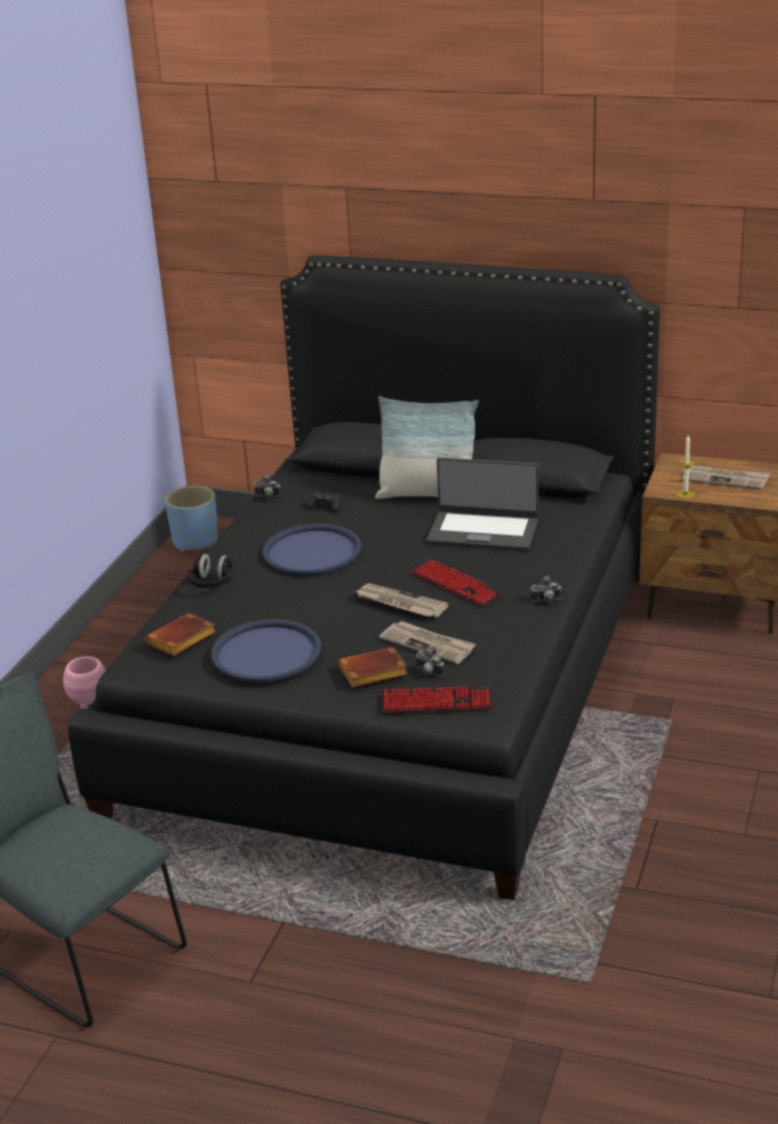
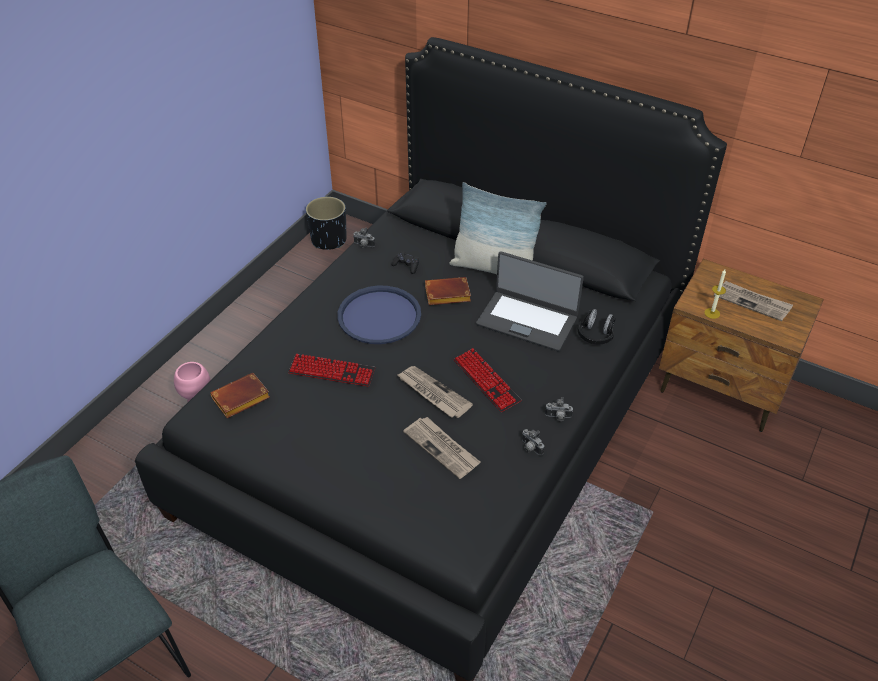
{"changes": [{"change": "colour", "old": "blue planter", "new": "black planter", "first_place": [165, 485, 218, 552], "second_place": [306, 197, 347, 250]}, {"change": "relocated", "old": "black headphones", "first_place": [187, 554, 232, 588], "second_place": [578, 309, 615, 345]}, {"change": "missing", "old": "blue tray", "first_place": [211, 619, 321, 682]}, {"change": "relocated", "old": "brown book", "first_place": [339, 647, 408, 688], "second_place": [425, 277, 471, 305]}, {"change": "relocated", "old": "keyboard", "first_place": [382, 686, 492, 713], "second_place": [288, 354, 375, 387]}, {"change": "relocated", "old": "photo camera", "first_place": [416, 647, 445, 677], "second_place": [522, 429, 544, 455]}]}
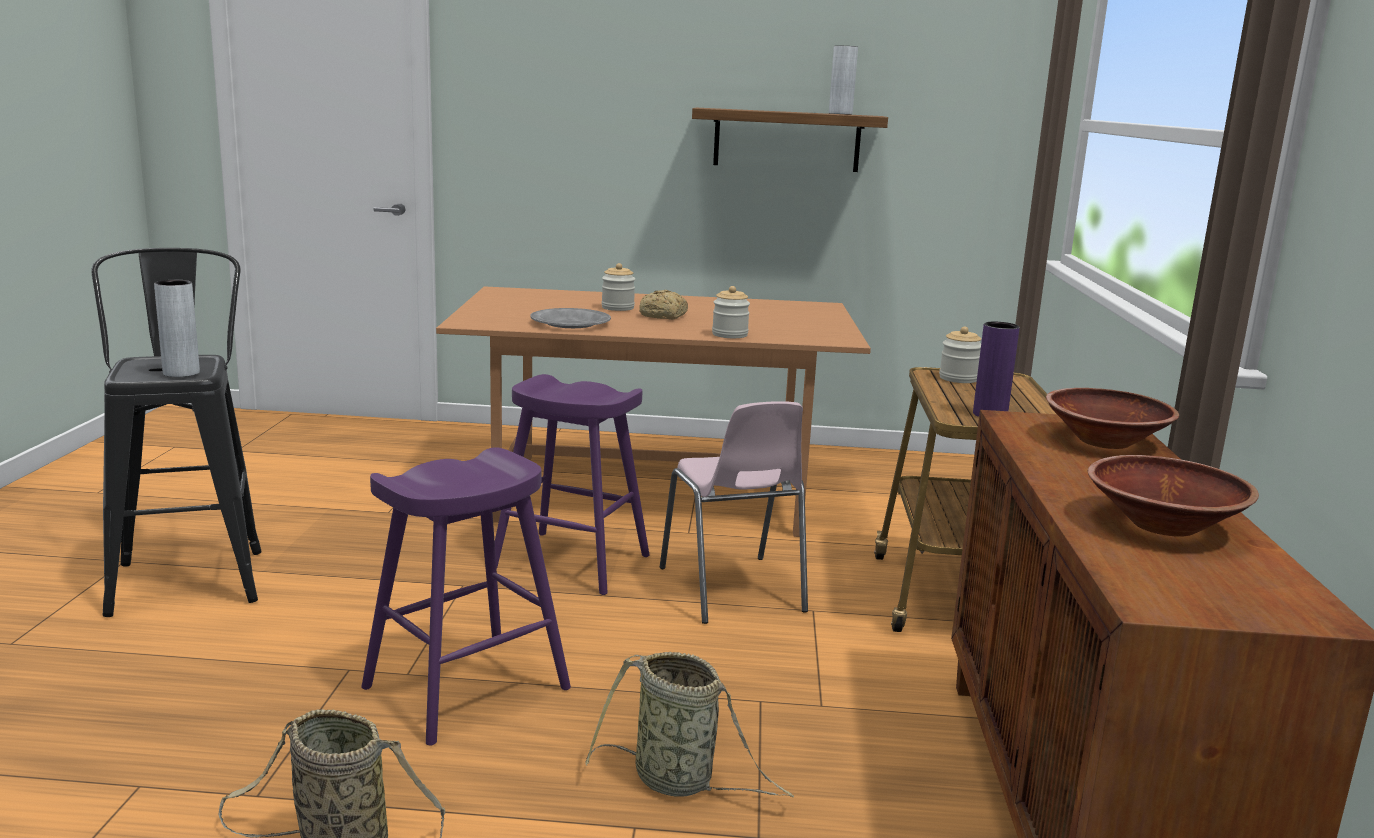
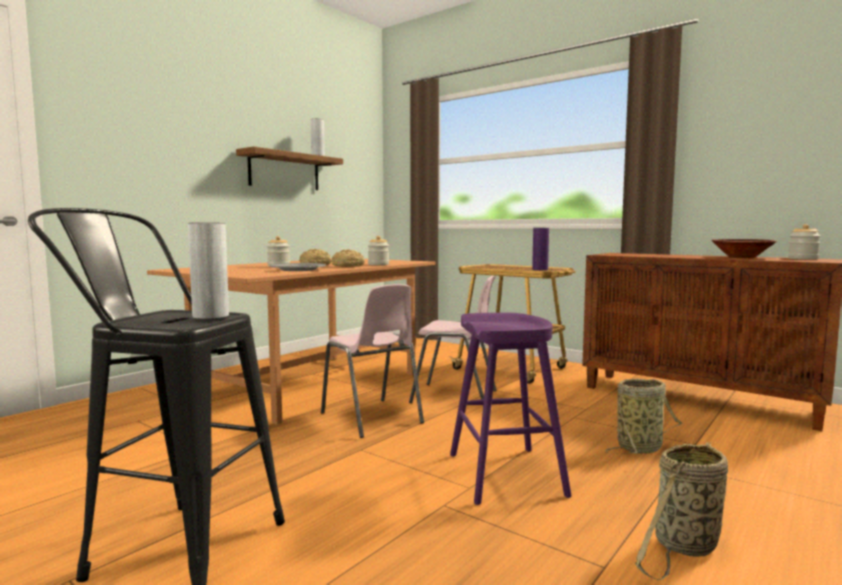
{"changes": [{"change": "exchanged", "old": "purple stool", "new": "pink chair", "first_place": [495, 374, 650, 595], "second_place": [321, 284, 424, 438]}, {"change": "relocated", "old": "jar", "first_place": [939, 327, 981, 383], "second_place": [788, 224, 821, 260]}, {"change": "missing", "old": "brown bowl", "first_place": [1046, 388, 1179, 449]}, {"change": "appeared", "new": "bread", "second_place": [331, 249, 365, 267]}]}
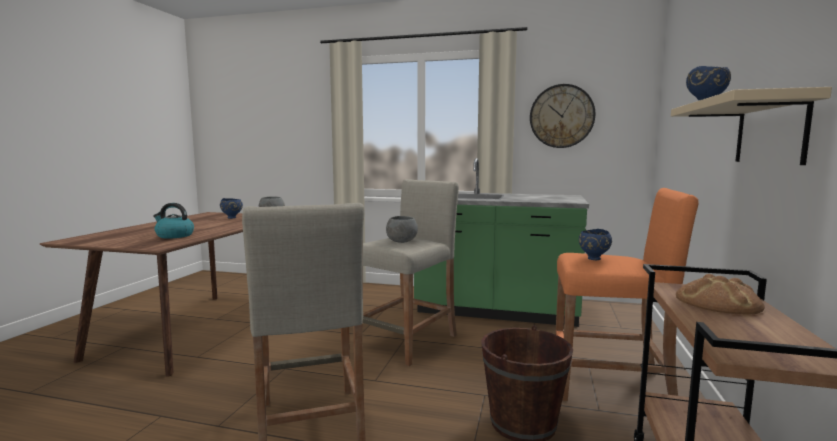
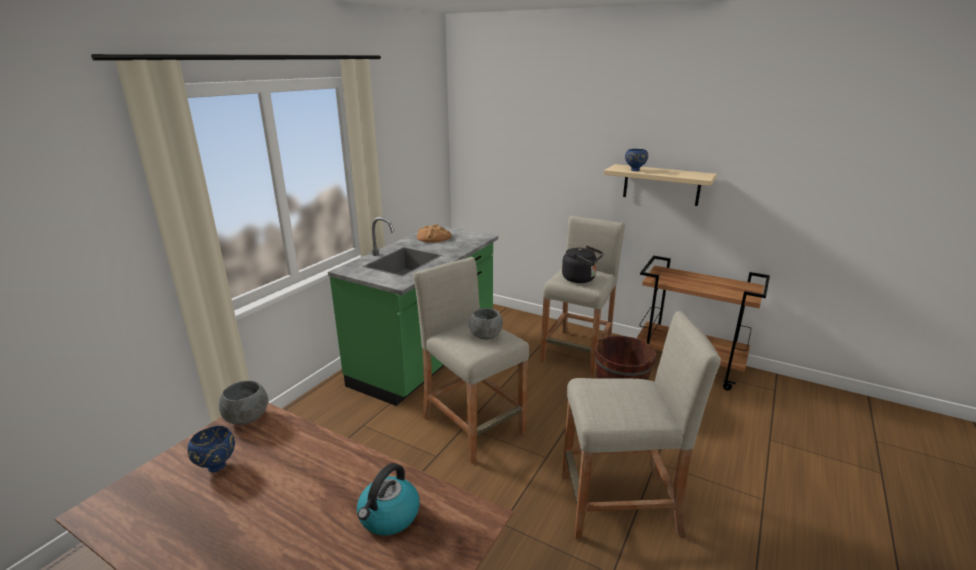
{"changes": [{"change": "missing", "old": "wall clock", "first_place": [530, 84, 595, 148]}, {"change": "colour", "old": "orange stool", "new": "beige stool", "first_place": [555, 188, 698, 401], "second_place": [540, 216, 625, 375]}, {"change": "exchanged", "old": "blue bowl", "new": "black kettle", "first_place": [579, 229, 612, 260], "second_place": [562, 246, 604, 283]}, {"change": "relocated", "old": "bread", "first_place": [676, 274, 765, 315], "second_place": [417, 224, 452, 242]}]}
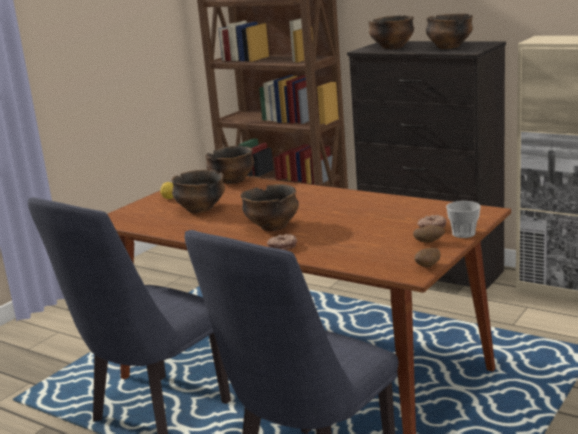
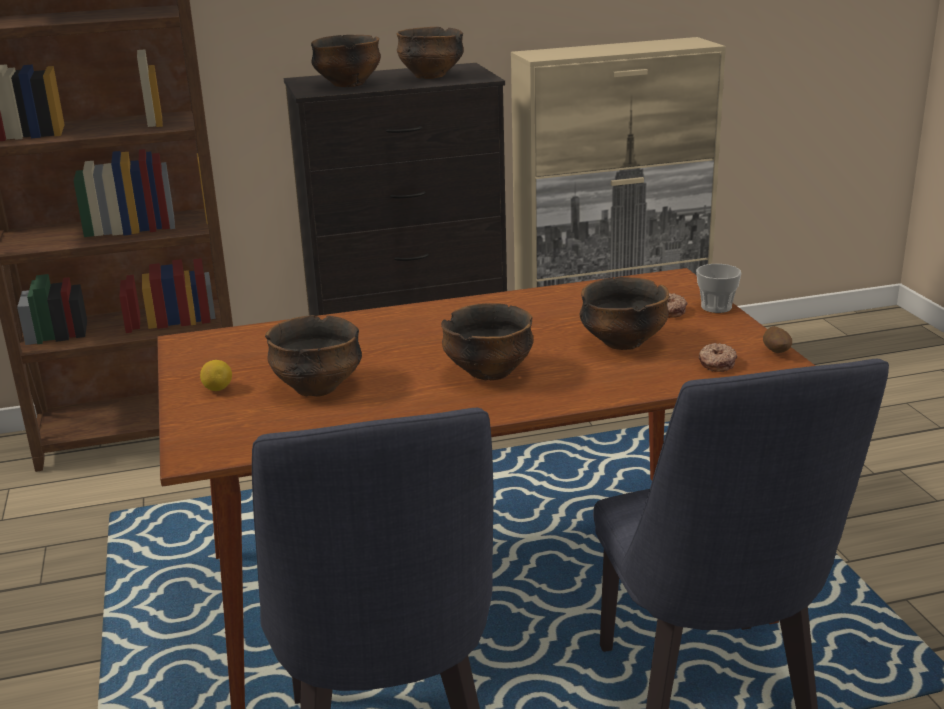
{"changes": [{"change": "relocated", "old": "bowl", "first_place": [205, 146, 254, 184], "second_place": [580, 277, 669, 350]}, {"change": "relocated", "old": "donut", "first_place": [267, 234, 297, 250], "second_place": [699, 343, 737, 372]}, {"change": "missing", "old": "potato", "first_place": [413, 225, 445, 242]}]}
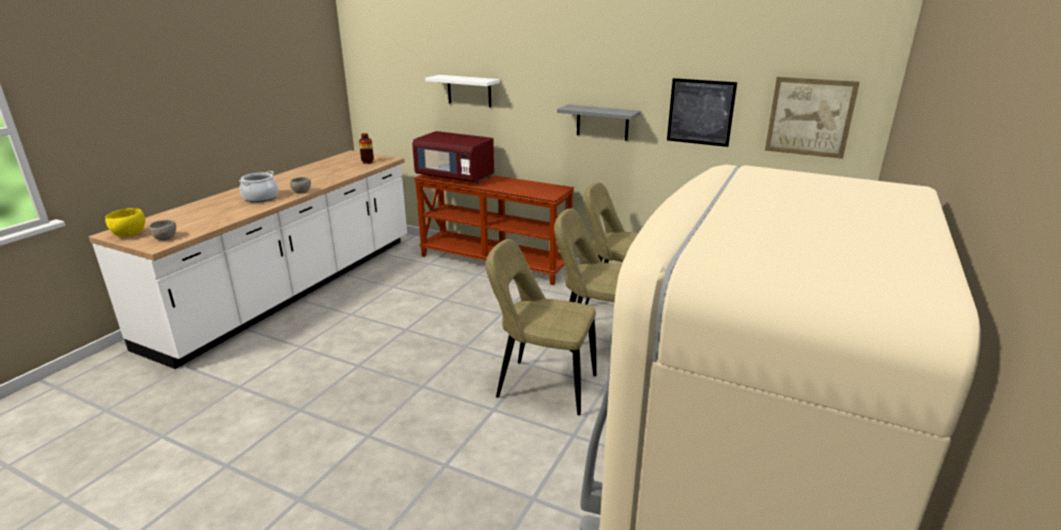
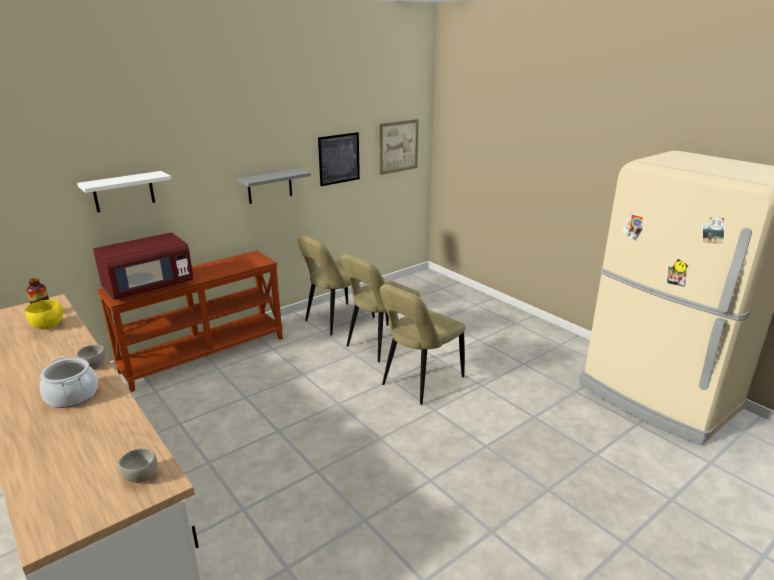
{"changes": [{"change": "relocated", "old": "yellow bowl", "first_place": [105, 208, 145, 237], "second_place": [25, 300, 63, 329]}]}
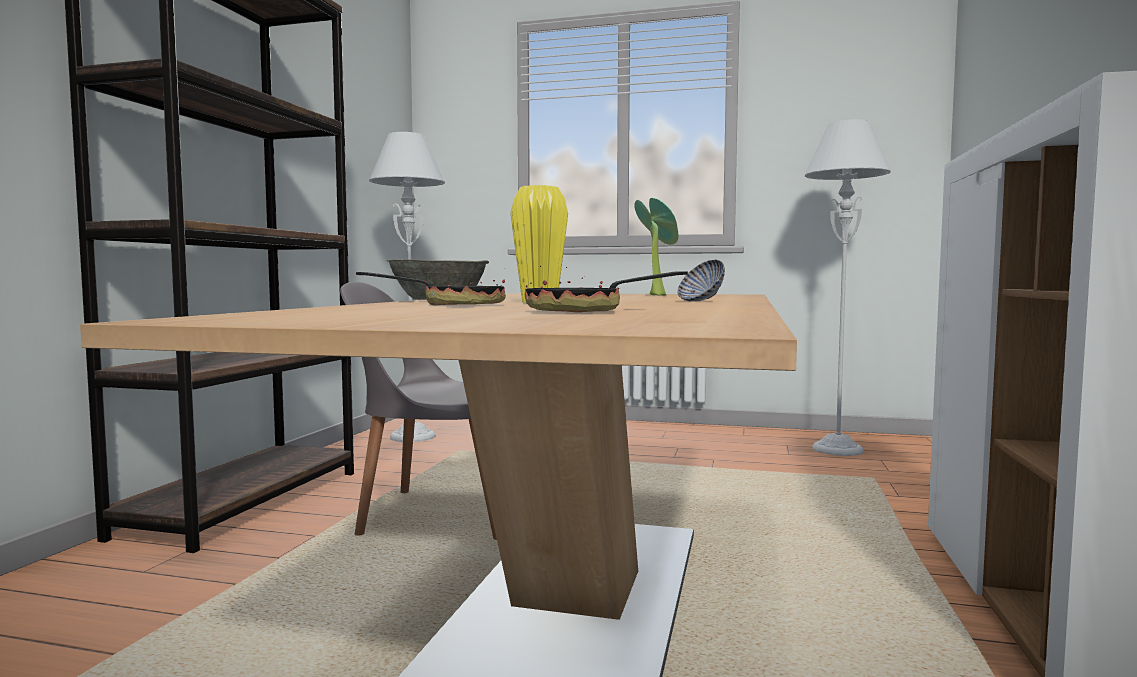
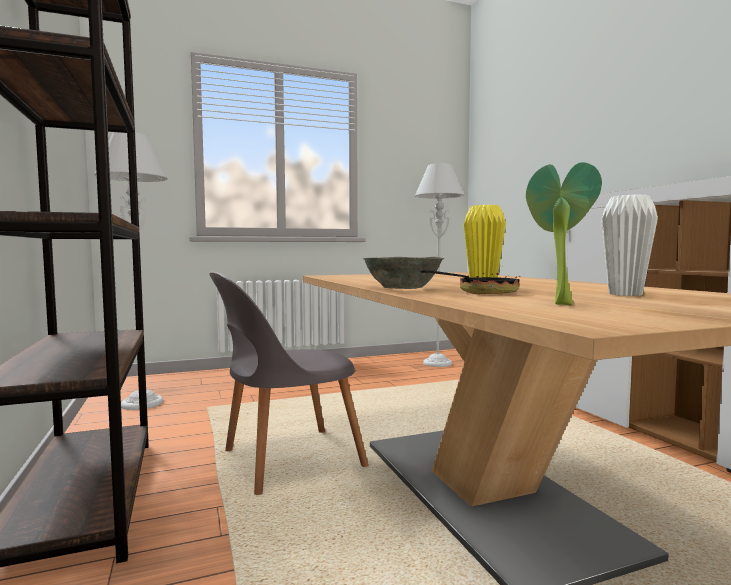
{"changes": [{"change": "exchanged", "old": "frying pan", "new": "white vase", "first_place": [525, 266, 688, 312], "second_place": [601, 194, 658, 296]}, {"change": "relocated", "old": "potted plant", "first_place": [634, 198, 678, 296], "second_place": [526, 162, 602, 305]}, {"change": "missing", "old": "bowl", "first_place": [677, 260, 725, 302]}]}
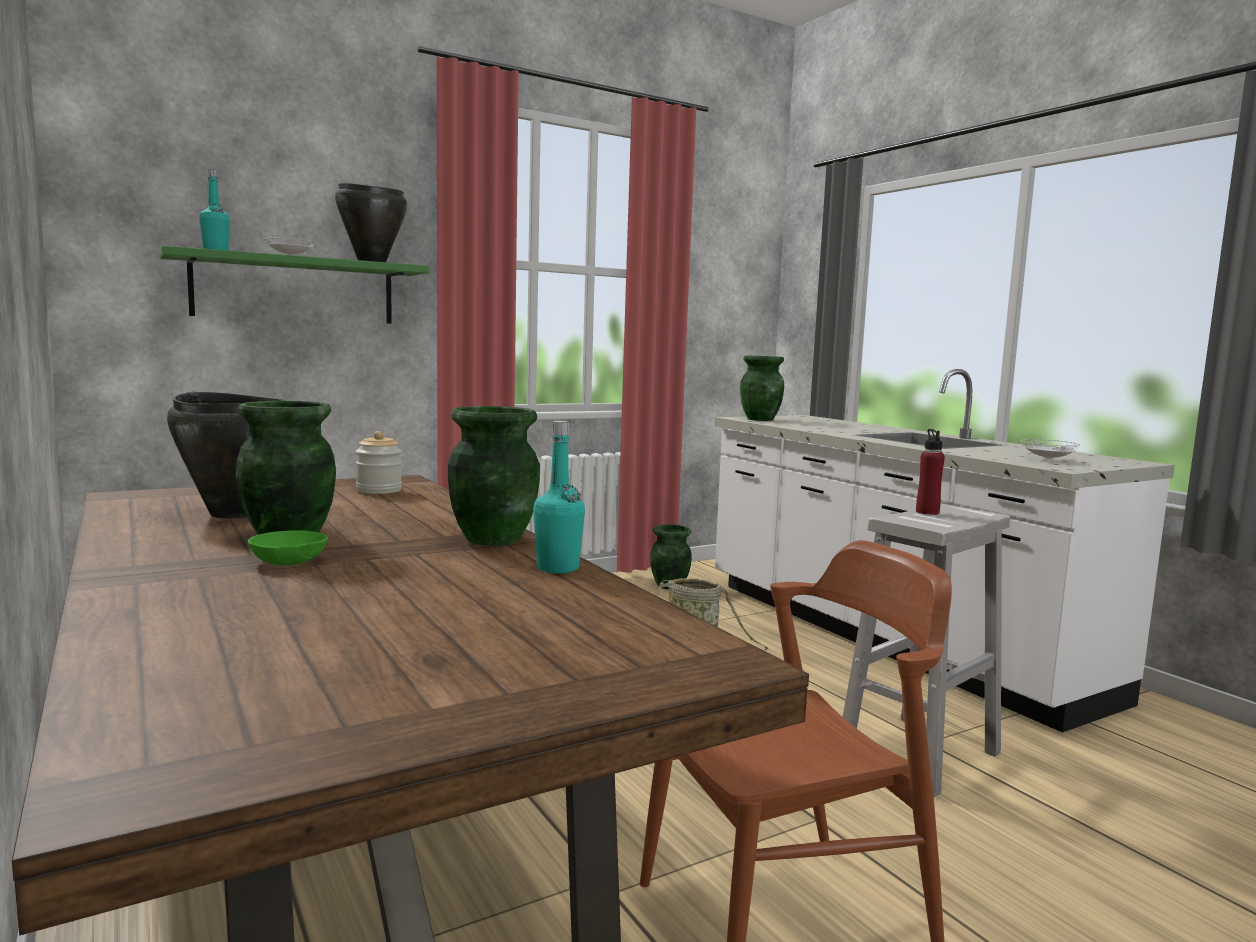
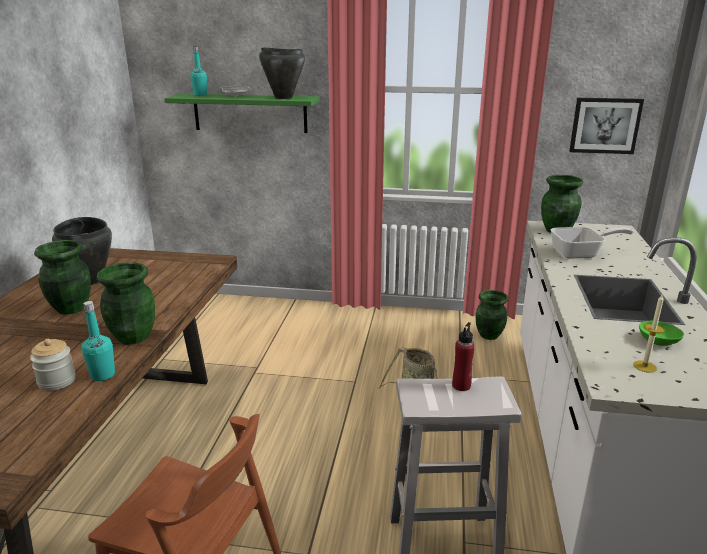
{"changes": [{"change": "relocated", "old": "green bowl", "first_place": [248, 530, 328, 565], "second_place": [639, 321, 684, 346]}, {"change": "relocated", "old": "jar", "first_place": [356, 431, 402, 494], "second_place": [30, 339, 76, 391]}, {"change": "exchanged", "old": "white plate", "new": "candle", "first_place": [1021, 439, 1080, 460], "second_place": [633, 295, 664, 373]}, {"change": "appeared", "new": "frying pan", "second_place": [551, 227, 634, 259]}, {"change": "appeared", "new": "picture", "second_place": [569, 98, 644, 154]}]}
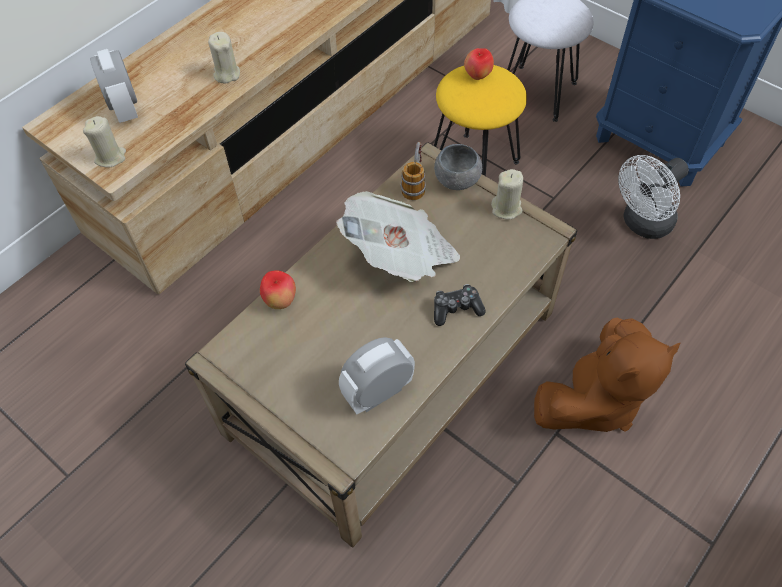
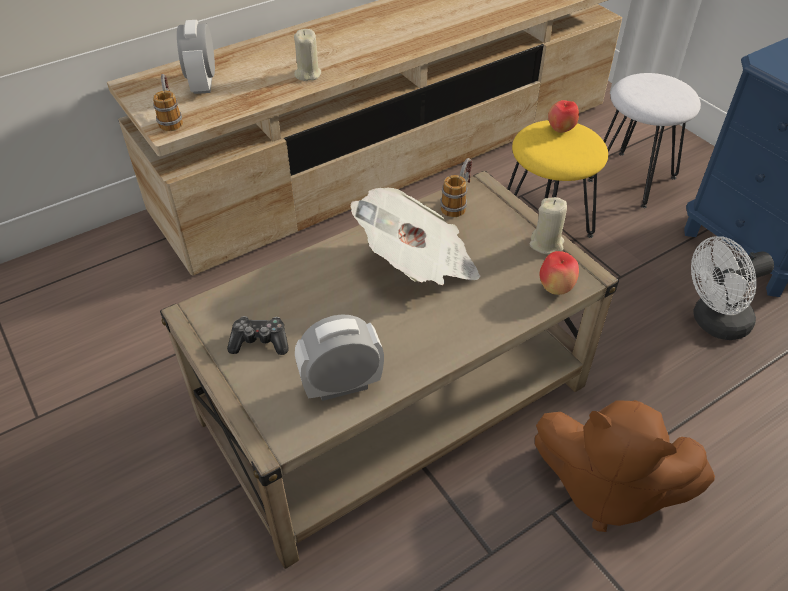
{"changes": [{"change": "exchanged", "old": "beige candle", "new": "mug", "first_place": [83, 116, 126, 168], "second_place": [153, 74, 183, 131]}, {"change": "relocated", "old": "apple", "first_place": [260, 270, 296, 309], "second_place": [539, 251, 579, 295]}, {"change": "missing", "old": "grey bowl", "first_place": [434, 144, 482, 190]}, {"change": "relocated", "old": "game controller", "first_place": [434, 284, 486, 326], "second_place": [227, 316, 288, 355]}, {"change": "spun", "old": "brown plush toy", "first_place": [534, 318, 680, 432], "second_place": [535, 400, 715, 532], "degrees": 45}]}
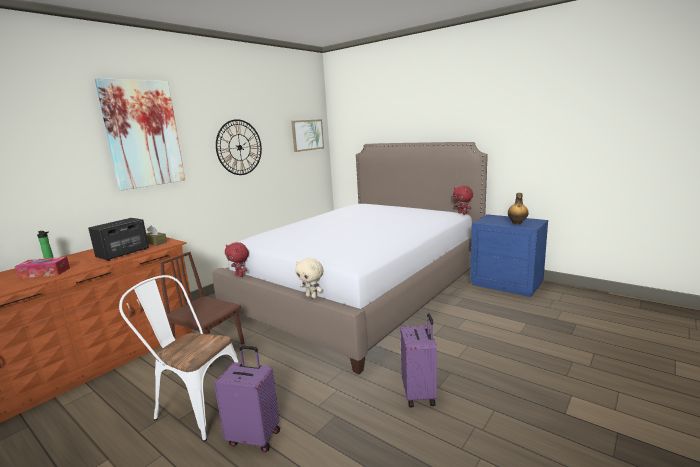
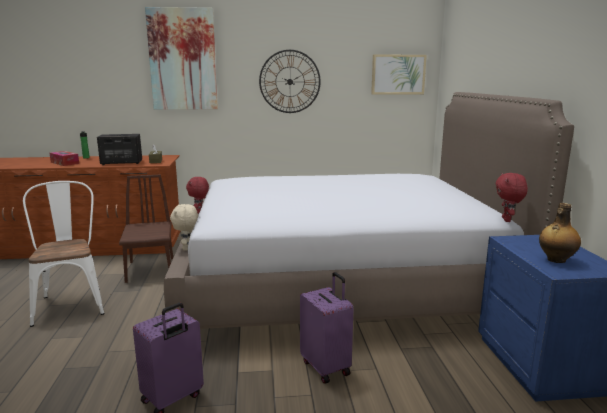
{"changes": [{"change": "relocated", "old": "purple suitcase", "first_place": [214, 346, 280, 452], "second_place": [300, 272, 354, 384]}]}
